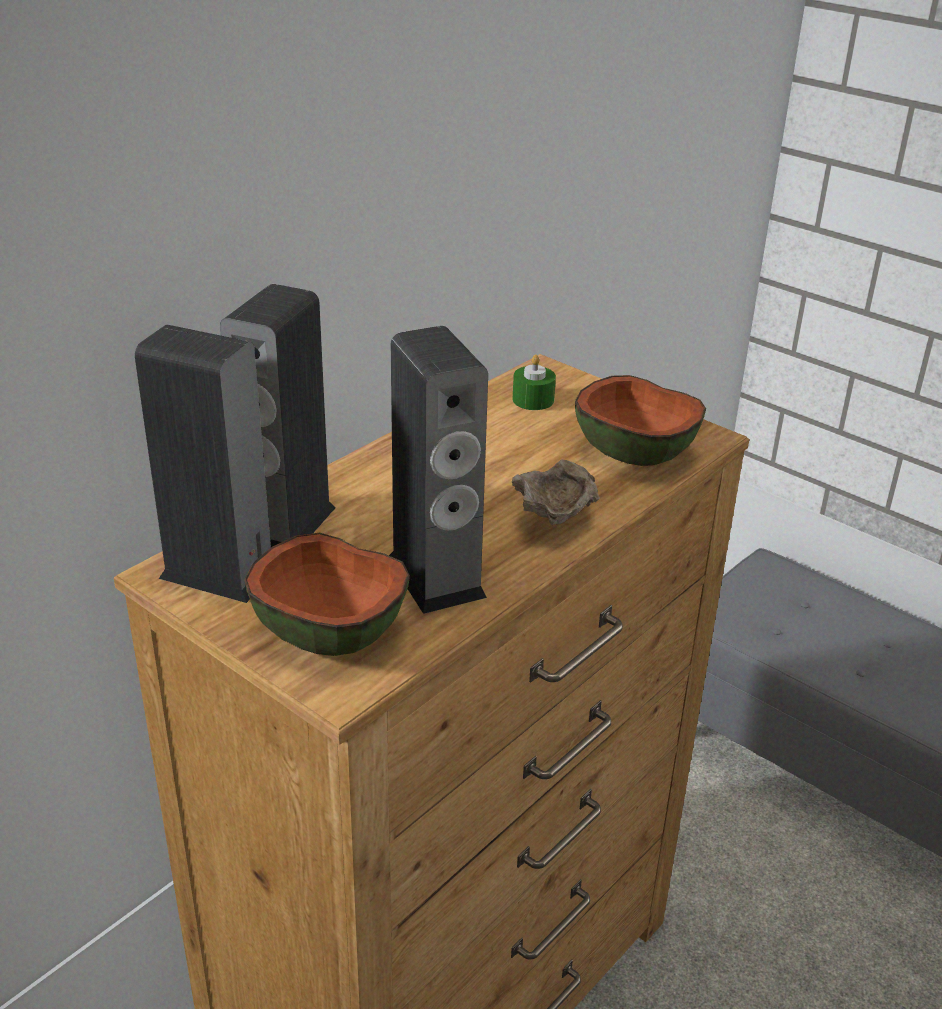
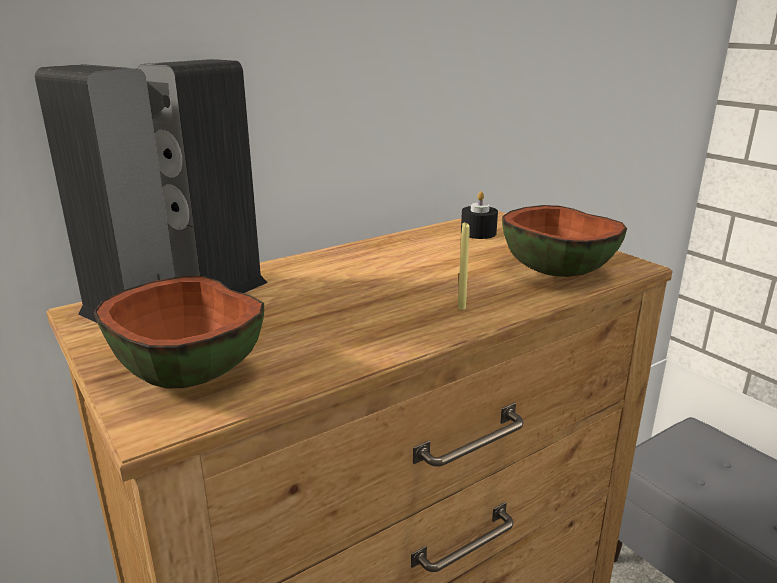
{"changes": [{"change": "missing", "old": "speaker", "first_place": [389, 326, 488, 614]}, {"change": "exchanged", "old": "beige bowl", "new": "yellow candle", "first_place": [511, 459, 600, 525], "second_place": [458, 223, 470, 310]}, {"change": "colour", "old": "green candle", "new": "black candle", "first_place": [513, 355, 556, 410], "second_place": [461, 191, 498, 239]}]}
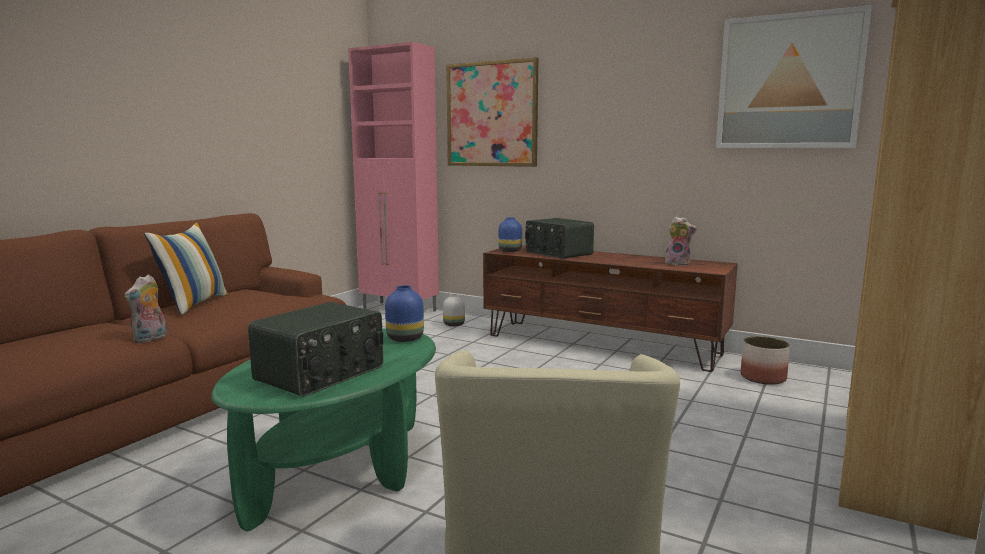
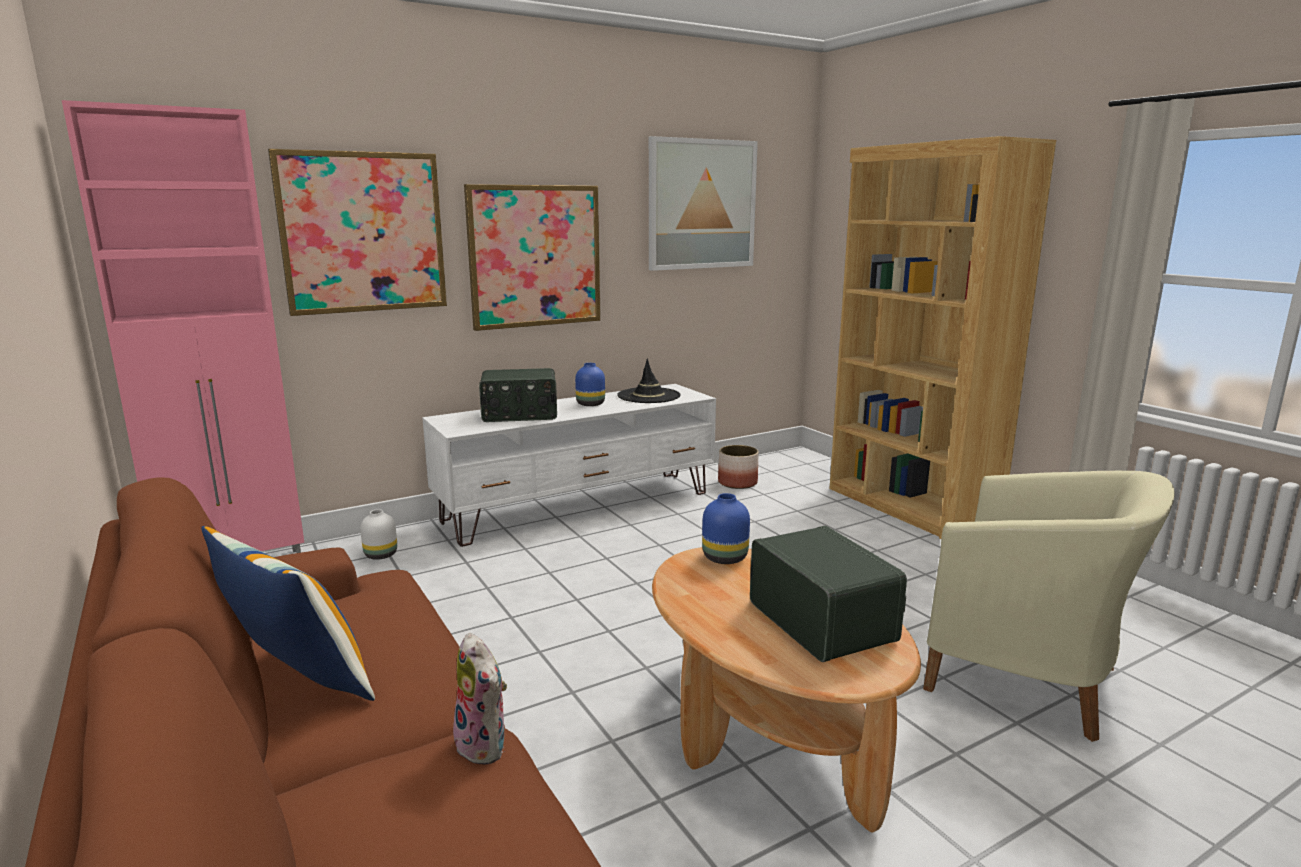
{"changes": [{"change": "colour", "old": "green coffee table", "new": "brown coffee table", "first_place": [211, 329, 436, 532], "second_place": [652, 547, 921, 833]}, {"change": "colour", "old": "brown tv stand", "new": "white tv stand", "first_place": [483, 245, 738, 372], "second_place": [422, 384, 716, 547]}, {"change": "relocated", "old": "blue vase", "first_place": [498, 217, 522, 252], "second_place": [575, 363, 605, 406]}, {"change": "exchanged", "old": "plush toy", "new": "black hat", "first_place": [665, 216, 697, 266], "second_place": [617, 358, 680, 403]}, {"change": "appeared", "new": "picture", "second_place": [464, 184, 601, 331]}]}
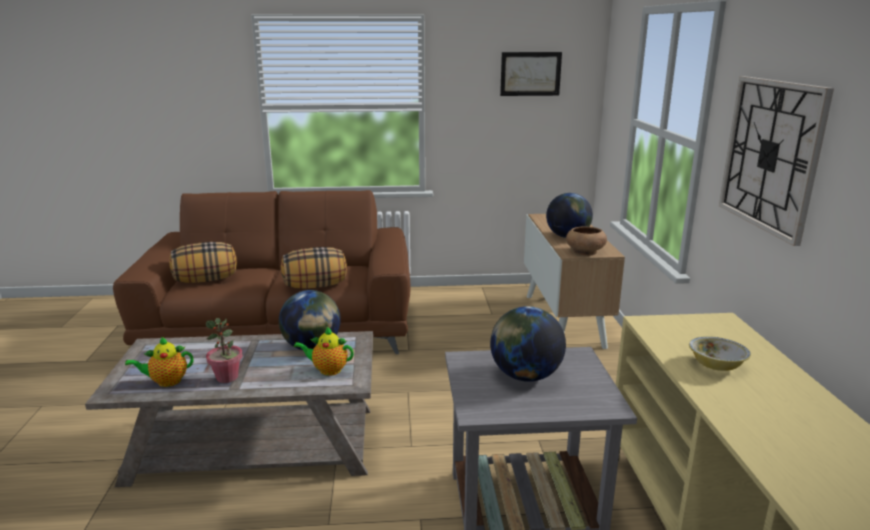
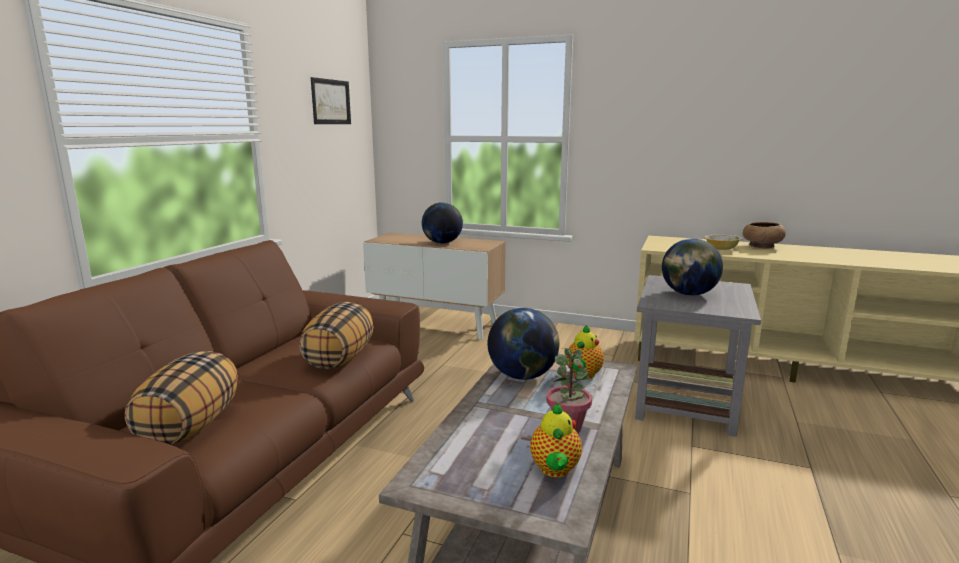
{"changes": [{"change": "relocated", "old": "brown bowl", "first_place": [566, 226, 607, 256], "second_place": [743, 222, 786, 248]}, {"change": "missing", "old": "wall clock", "first_place": [719, 76, 834, 246]}]}
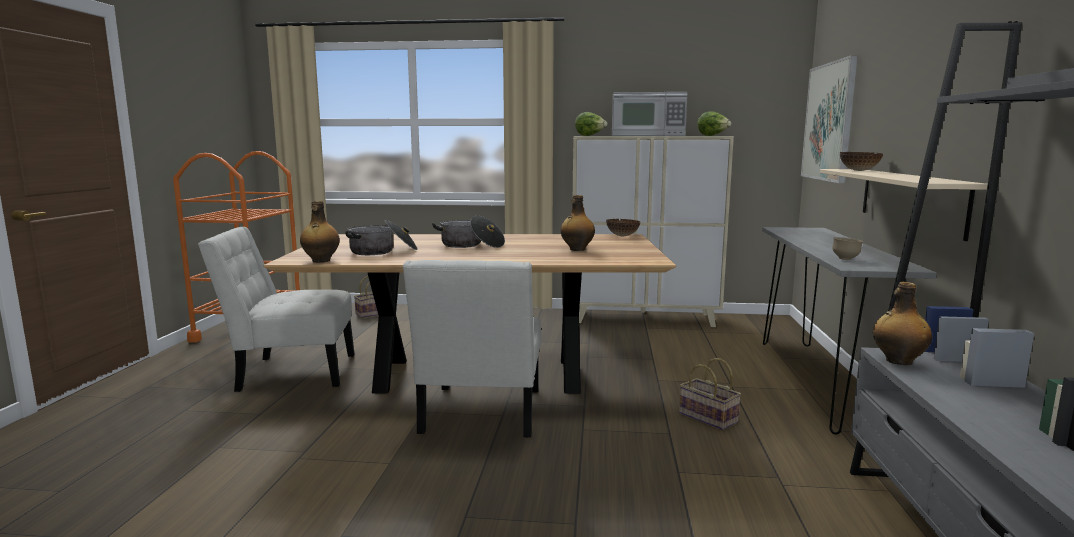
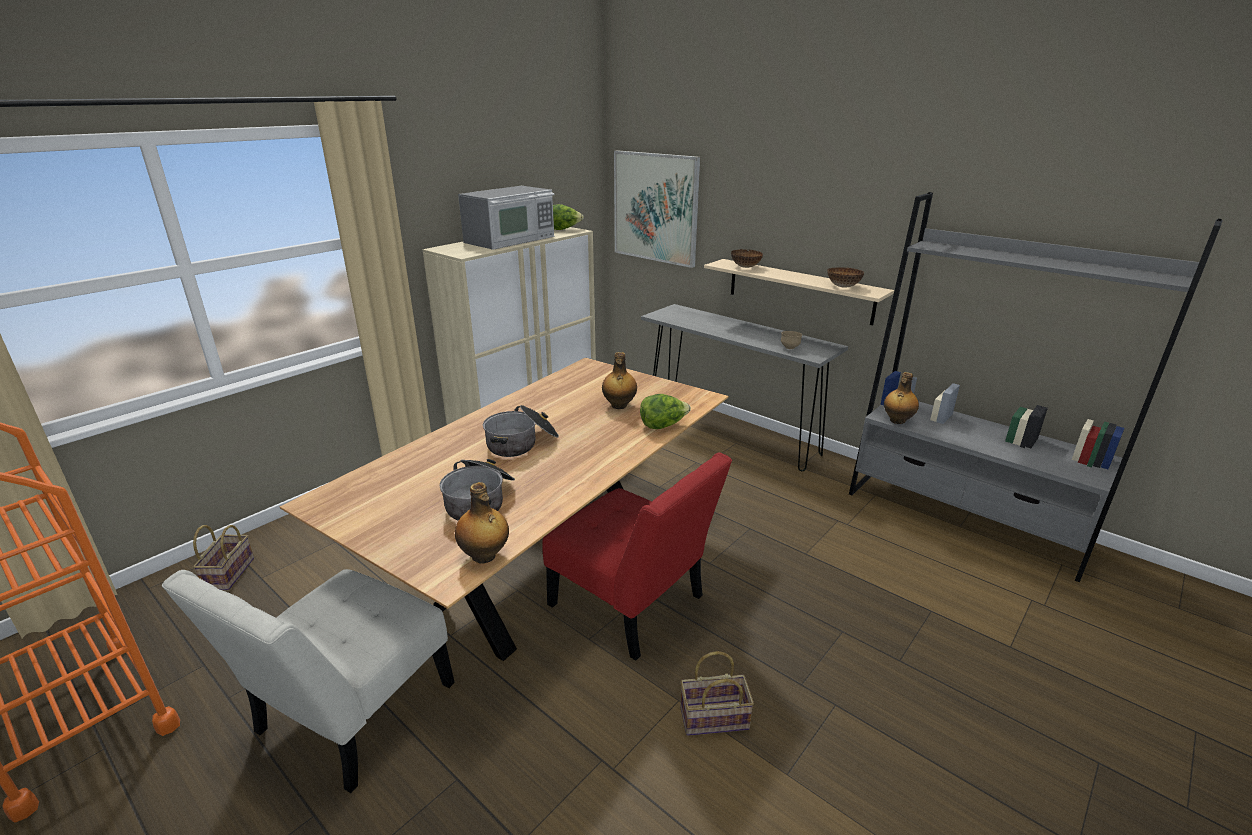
{"changes": [{"change": "colour", "old": "white chair", "new": "red chair", "first_place": [403, 260, 541, 437], "second_place": [543, 453, 732, 661]}, {"change": "relocated", "old": "lettuce", "first_place": [575, 112, 608, 136], "second_place": [640, 394, 691, 429]}, {"change": "relocated", "old": "bowl", "first_place": [606, 219, 640, 236], "second_place": [827, 267, 865, 288]}, {"change": "relocated", "old": "basket", "first_place": [679, 358, 741, 430], "second_place": [680, 651, 754, 736]}]}
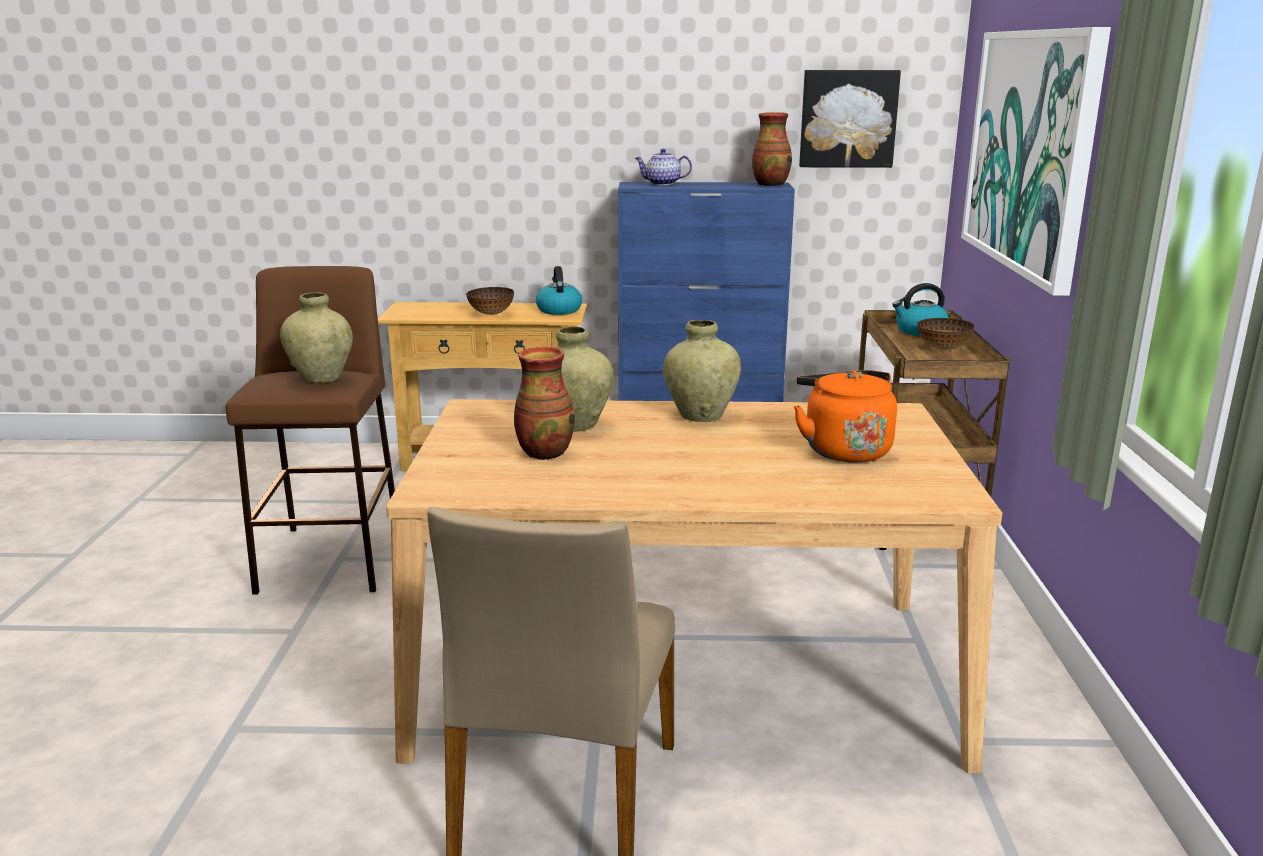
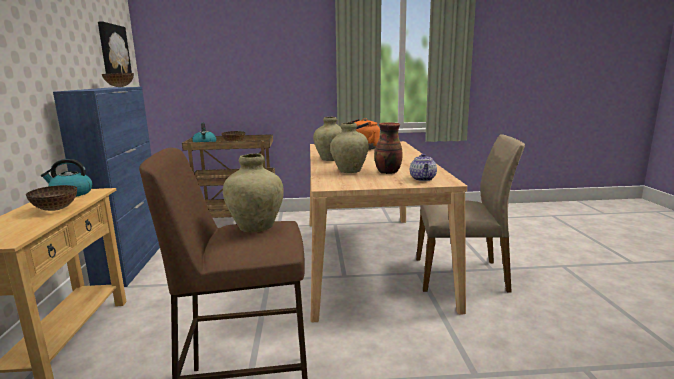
{"changes": [{"change": "relocated", "old": "teapot", "first_place": [635, 149, 692, 185], "second_place": [410, 153, 437, 181]}, {"change": "exchanged", "old": "vase", "new": "bowl", "first_place": [752, 112, 792, 186], "second_place": [102, 73, 134, 87]}, {"change": "missing", "old": "picture", "first_place": [961, 27, 1111, 296]}]}
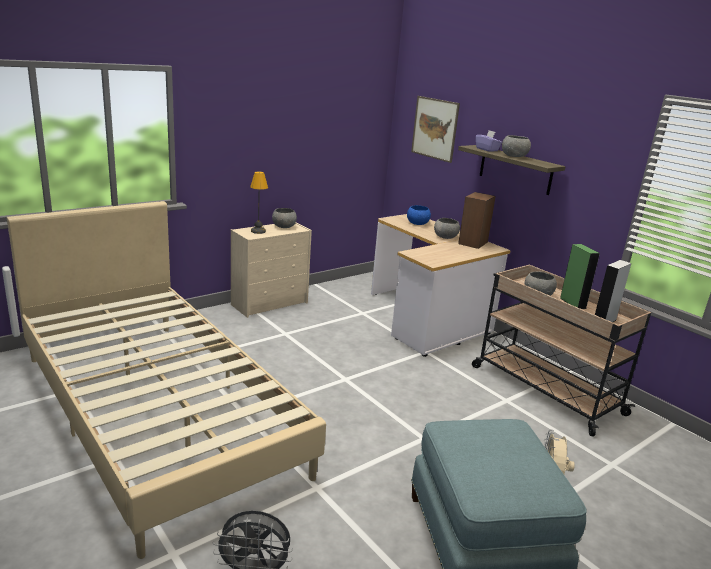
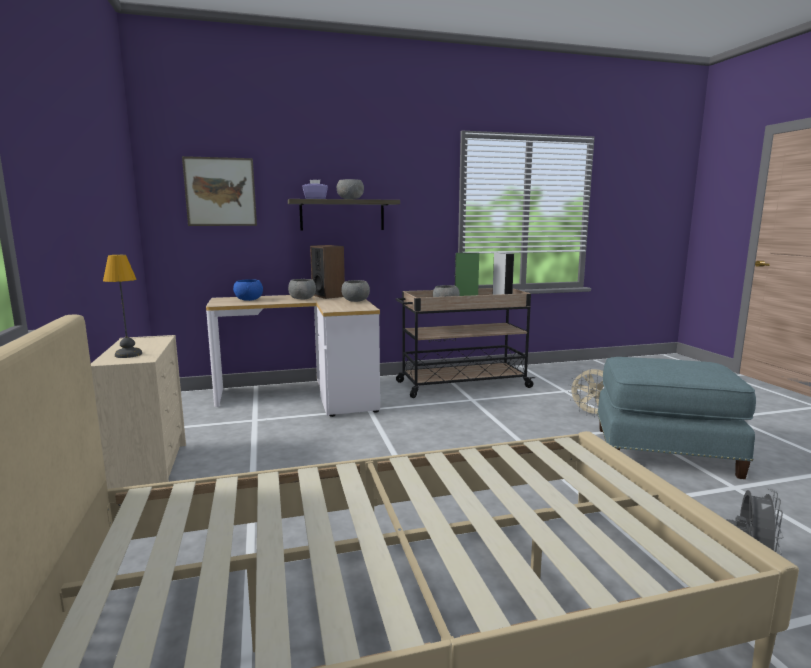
{"changes": [{"change": "relocated", "old": "grey bowl", "first_place": [272, 208, 297, 228], "second_place": [341, 280, 370, 302]}]}
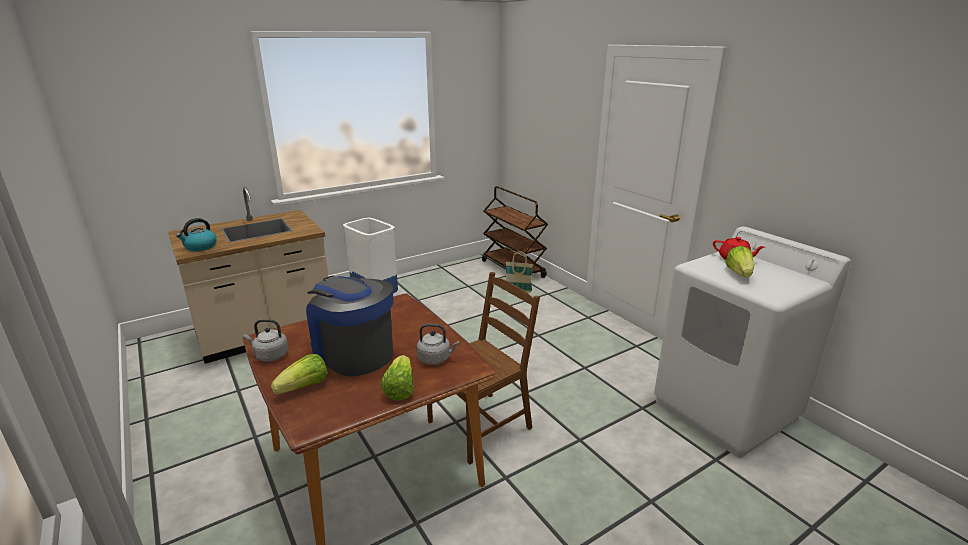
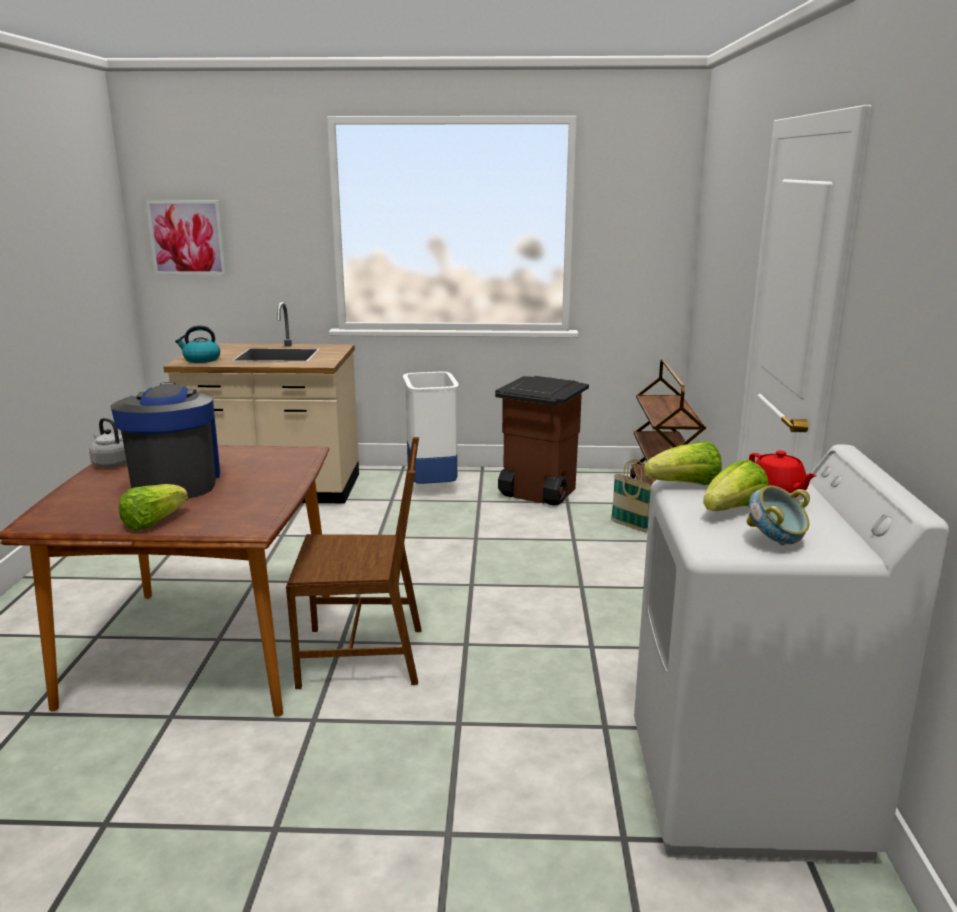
{"changes": [{"change": "relocated", "old": "lettuce", "first_place": [271, 354, 327, 394], "second_place": [644, 441, 722, 485]}, {"change": "missing", "old": "grey kettle", "first_place": [417, 324, 459, 365]}, {"change": "appeared", "new": "picture", "second_place": [146, 200, 226, 275]}, {"change": "appeared", "new": "brown trash can", "second_place": [495, 376, 589, 505]}, {"change": "appeared", "new": "bowl", "second_place": [747, 485, 810, 545]}]}
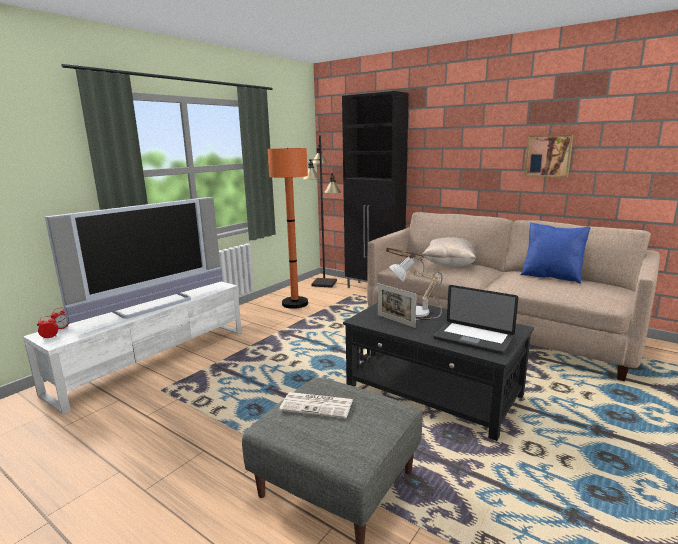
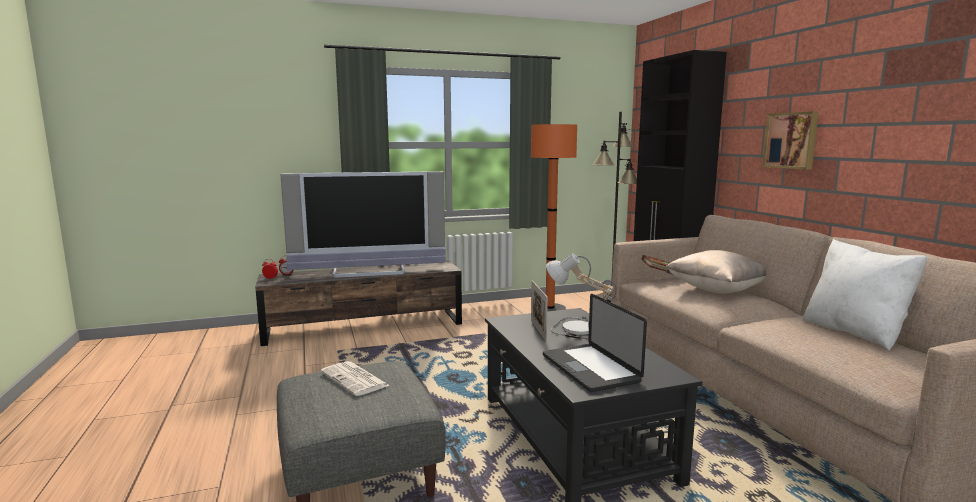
{"changes": [{"change": "colour", "old": "white tv stand", "new": "brown tv stand", "first_place": [23, 281, 242, 414], "second_place": [255, 261, 462, 346]}, {"change": "colour", "old": "blue pillow", "new": "white pillow", "first_place": [520, 222, 591, 284], "second_place": [802, 239, 928, 351]}, {"change": "relocated", "old": "picture", "first_place": [524, 135, 573, 177], "second_place": [762, 111, 819, 170]}]}
